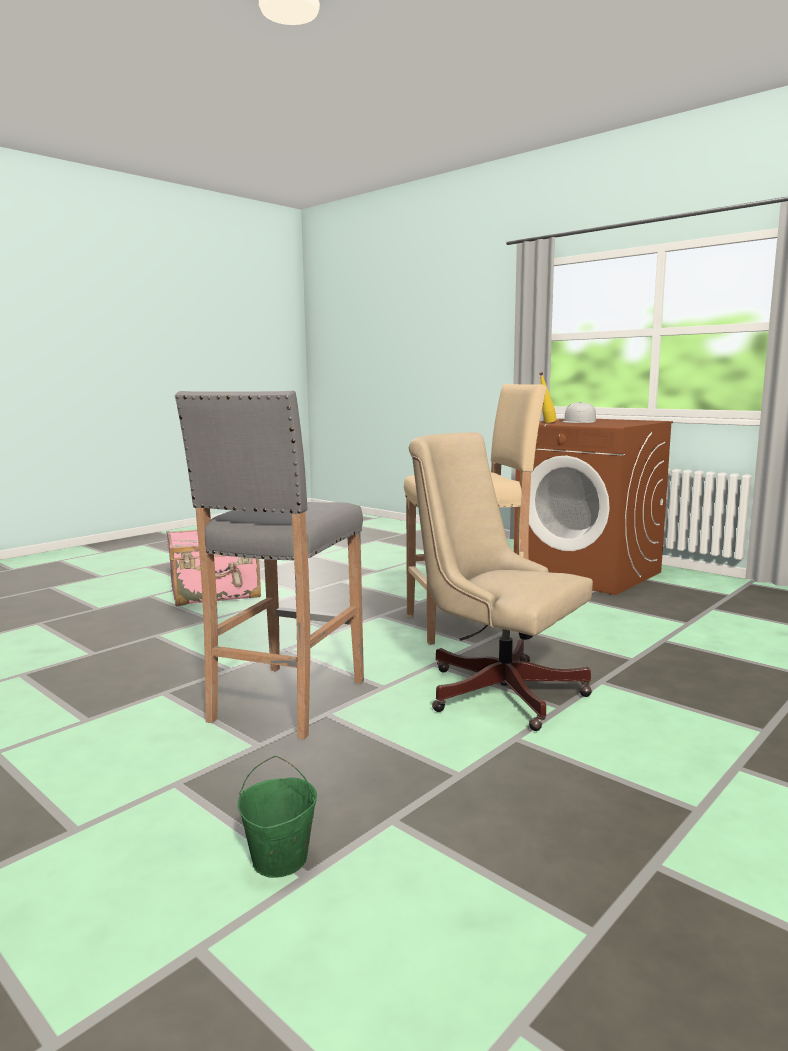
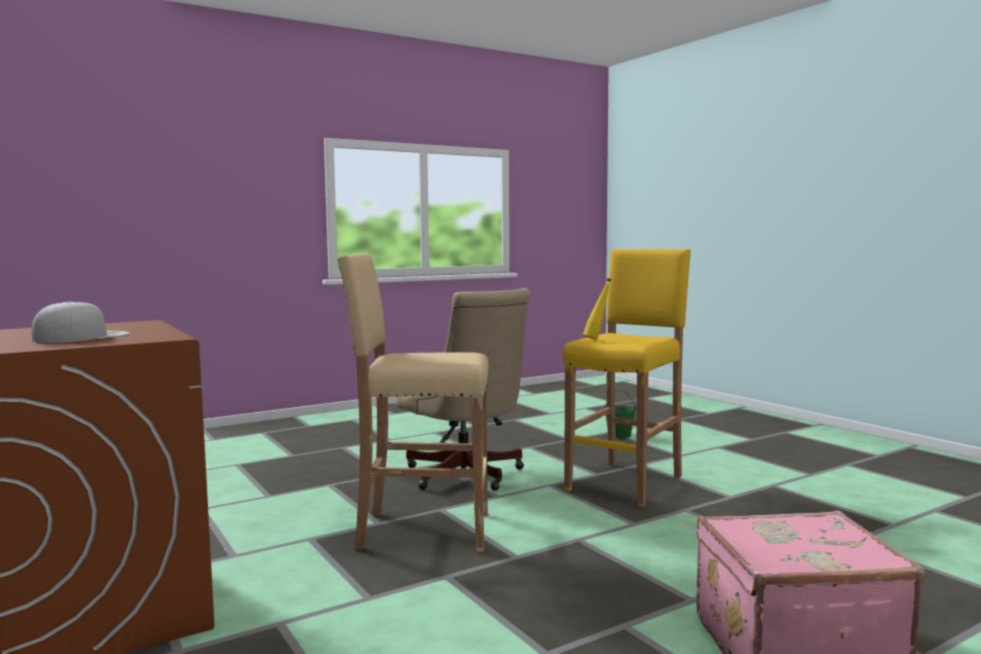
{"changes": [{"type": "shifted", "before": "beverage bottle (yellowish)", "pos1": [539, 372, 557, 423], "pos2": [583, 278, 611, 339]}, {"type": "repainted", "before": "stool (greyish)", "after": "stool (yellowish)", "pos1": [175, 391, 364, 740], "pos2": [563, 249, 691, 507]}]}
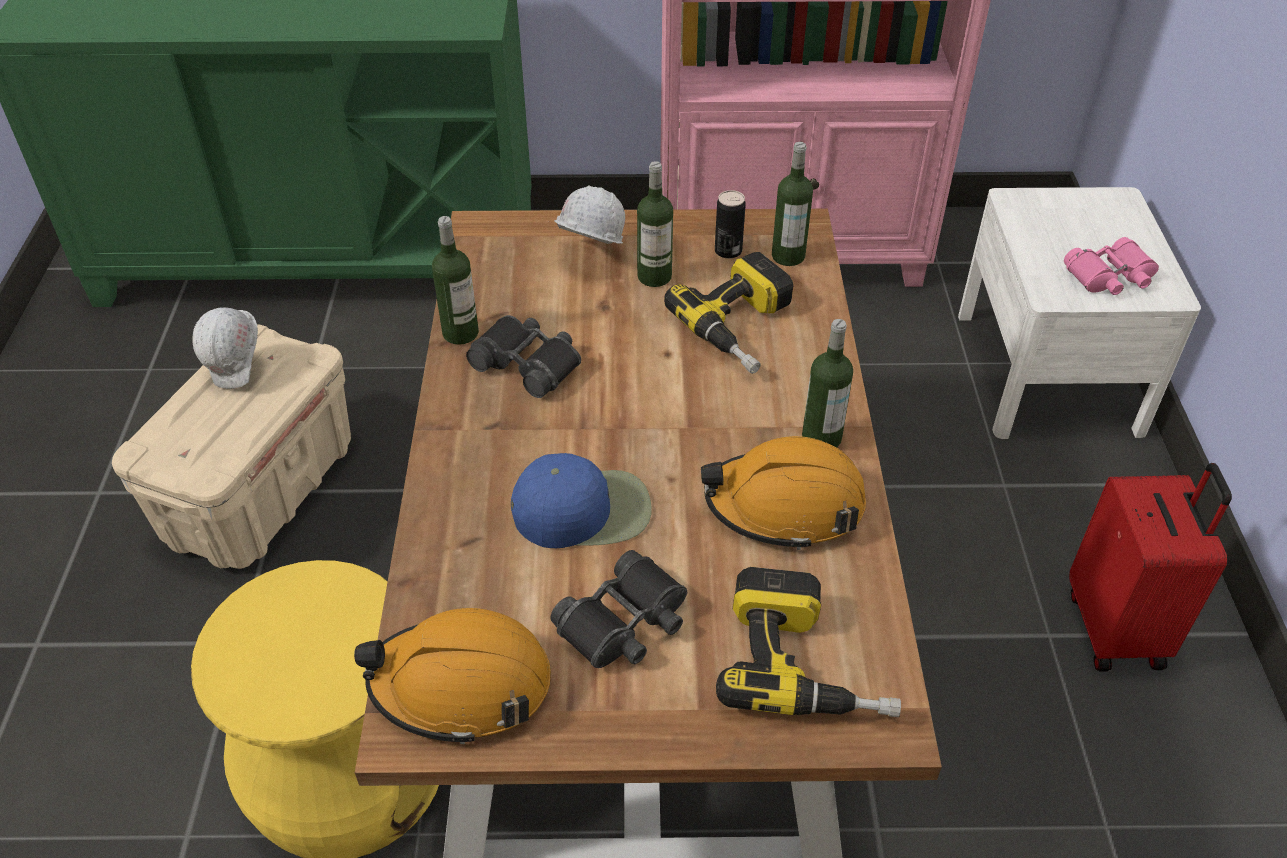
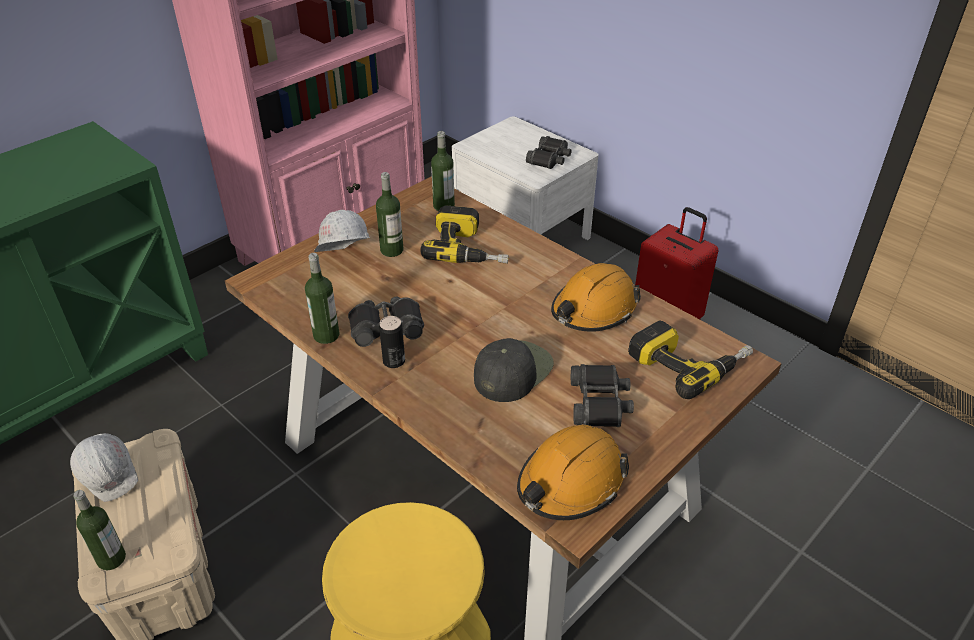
{"changes": [{"type": "shifted", "before": "can", "pos1": [715, 190, 746, 259], "pos2": [379, 316, 405, 368]}, {"type": "repainted", "before": "pair of binoculars (pink)", "after": "pair of binoculars (blackish)", "pos1": [1064, 237, 1159, 295], "pos2": [526, 136, 572, 169]}, {"type": "shifted", "before": "beverage bottle", "pos1": [802, 319, 853, 447], "pos2": [74, 490, 126, 570]}, {"type": "repainted", "before": "baseball cap (blue-coloured)", "after": "baseball cap (blackish)", "pos1": [511, 453, 652, 548], "pos2": [474, 338, 554, 402]}]}
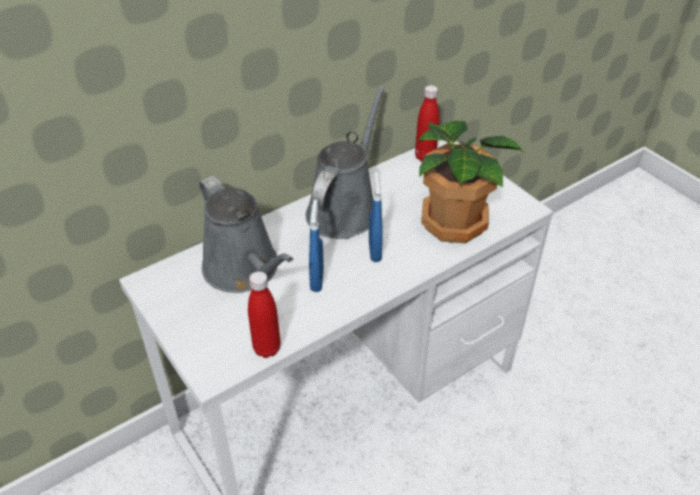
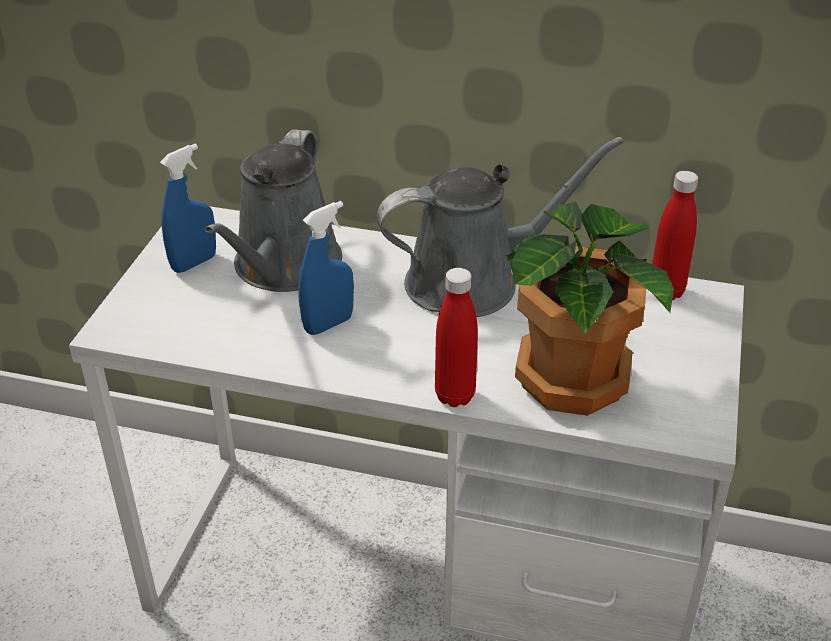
{"changes": [{"type": "shifted", "before": "sprayer (blue-coloured)", "pos1": [369, 172, 383, 262], "pos2": [160, 144, 216, 273]}, {"type": "shifted", "before": "beverage bottle (red-coloured)", "pos1": [248, 271, 281, 358], "pos2": [435, 268, 478, 407]}]}
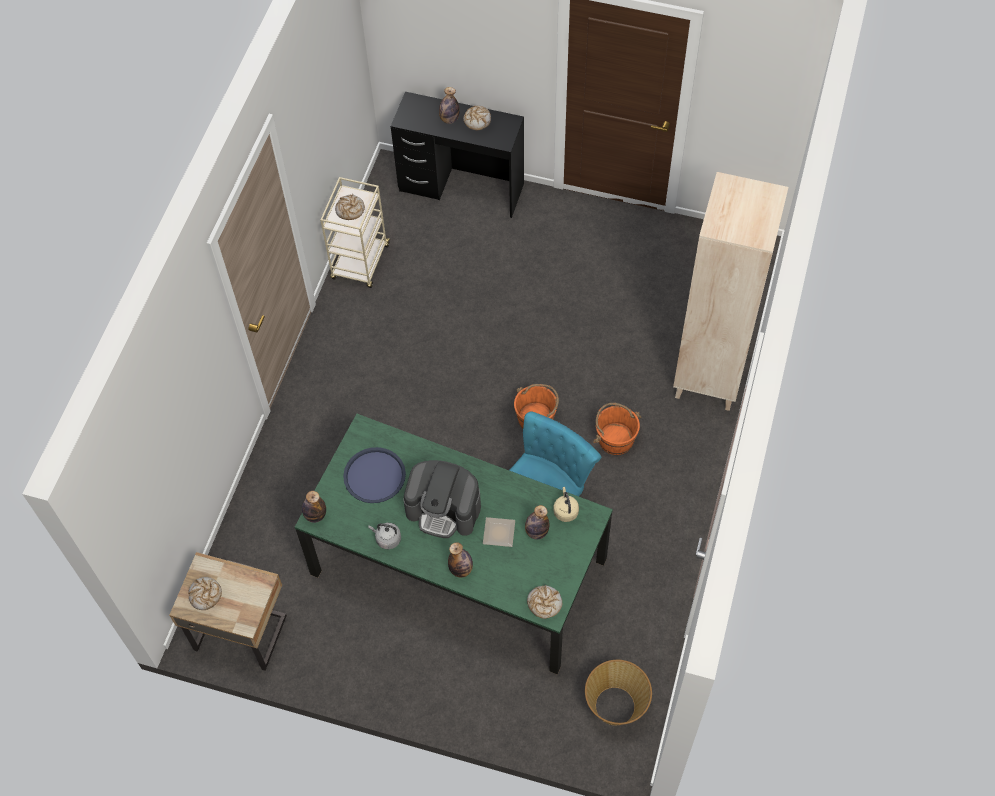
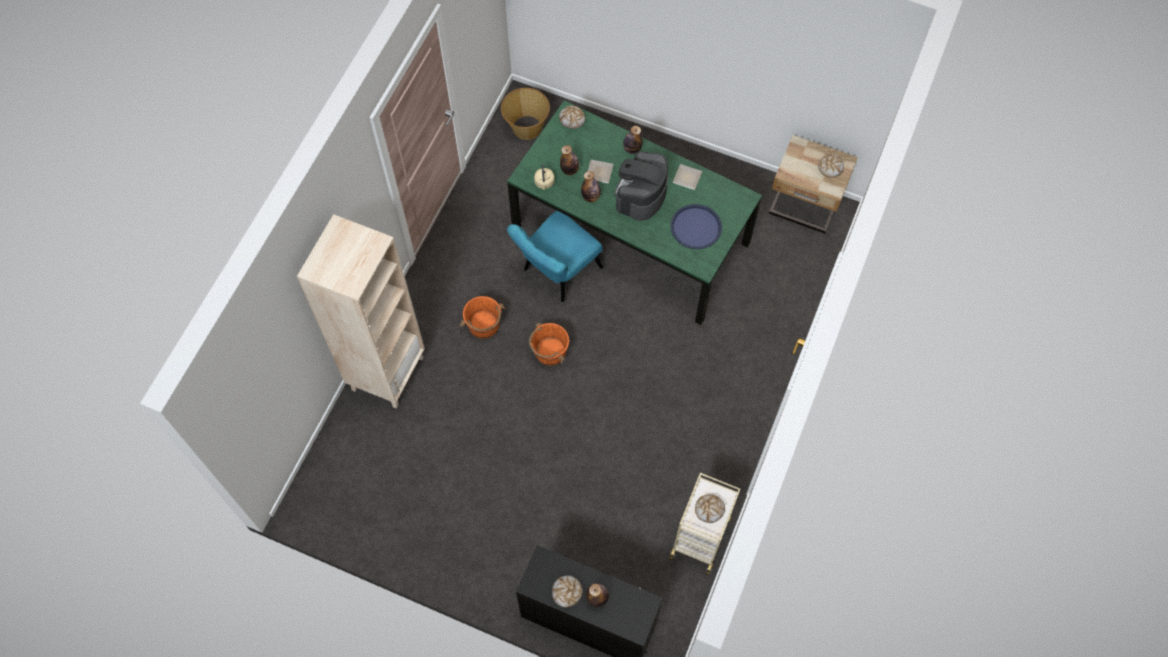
{"changes": [{"type": "rotated", "before": "coffee machine", "pos1": [403, 460, 481, 538], "pos2": [615, 151, 668, 221], "turn": -90}, {"type": "shifted", "before": "beverage bottle", "pos1": [302, 491, 326, 523], "pos2": [581, 171, 601, 202]}, {"type": "swapped", "before": "water kettle (greyish)", "after": "plate", "pos1": [369, 523, 401, 549], "pos2": [673, 164, 702, 190]}]}
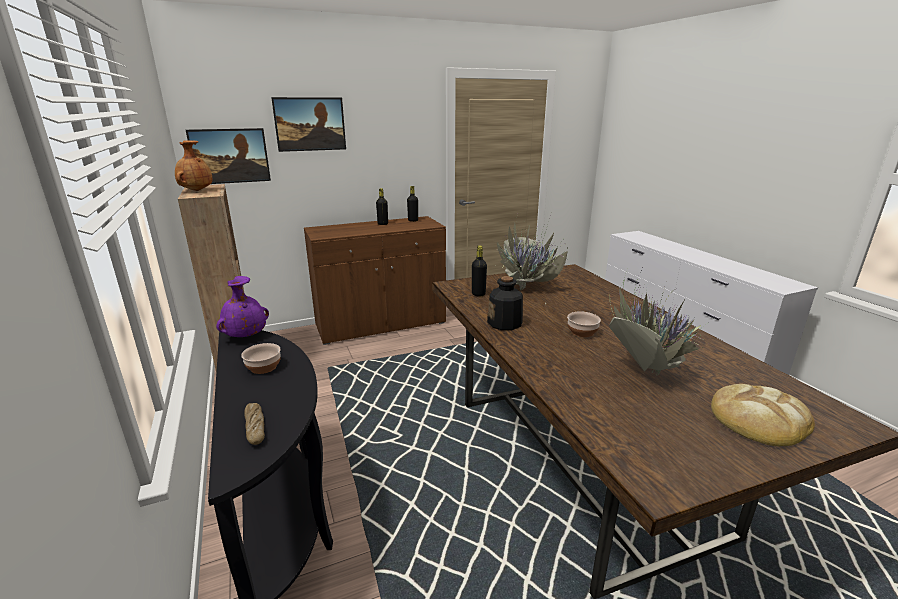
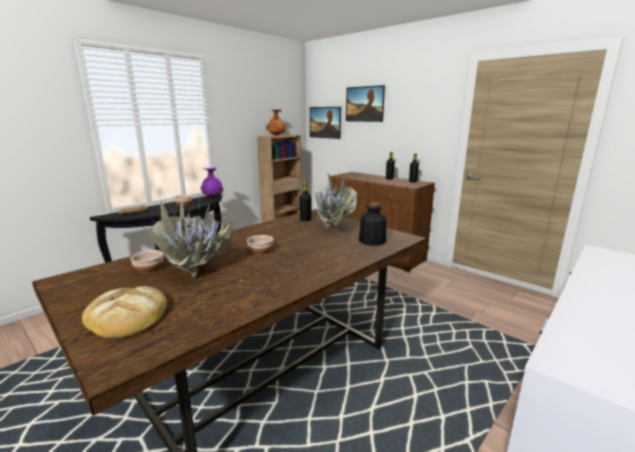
{"changes": [{"type": "shifted", "before": "beverage bottle", "pos1": [487, 276, 523, 330], "pos2": [359, 203, 386, 246]}, {"type": "new", "after": "serving bowl", "pos2": [130, 250, 163, 273]}]}
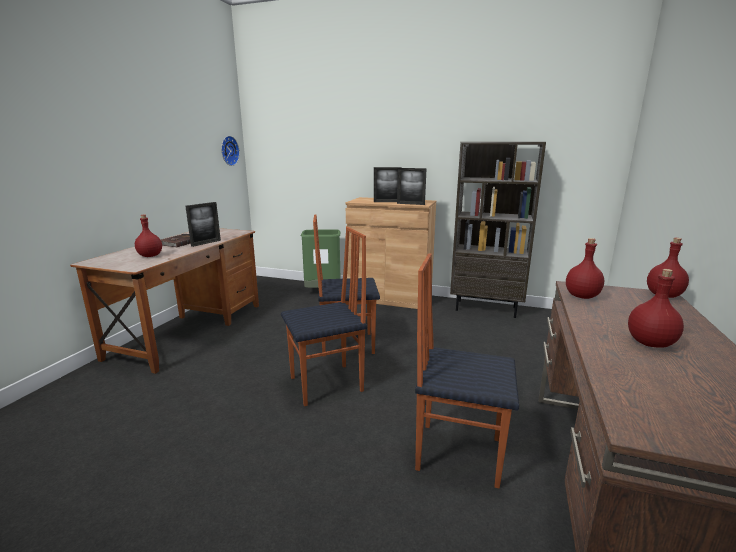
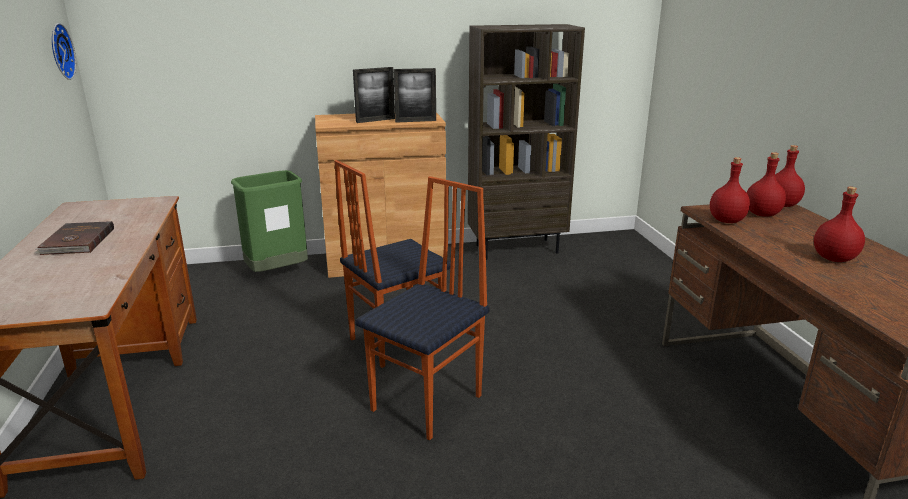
{"changes": [{"type": "gone", "before": "photo frame", "pos1": [185, 202, 221, 247]}, {"type": "shifted", "before": "beverage bottle (red-coloured)", "pos1": [135, 215, 162, 257], "pos2": [747, 152, 786, 217]}, {"type": "gone", "before": "upright chair", "pos1": [415, 253, 519, 488]}]}
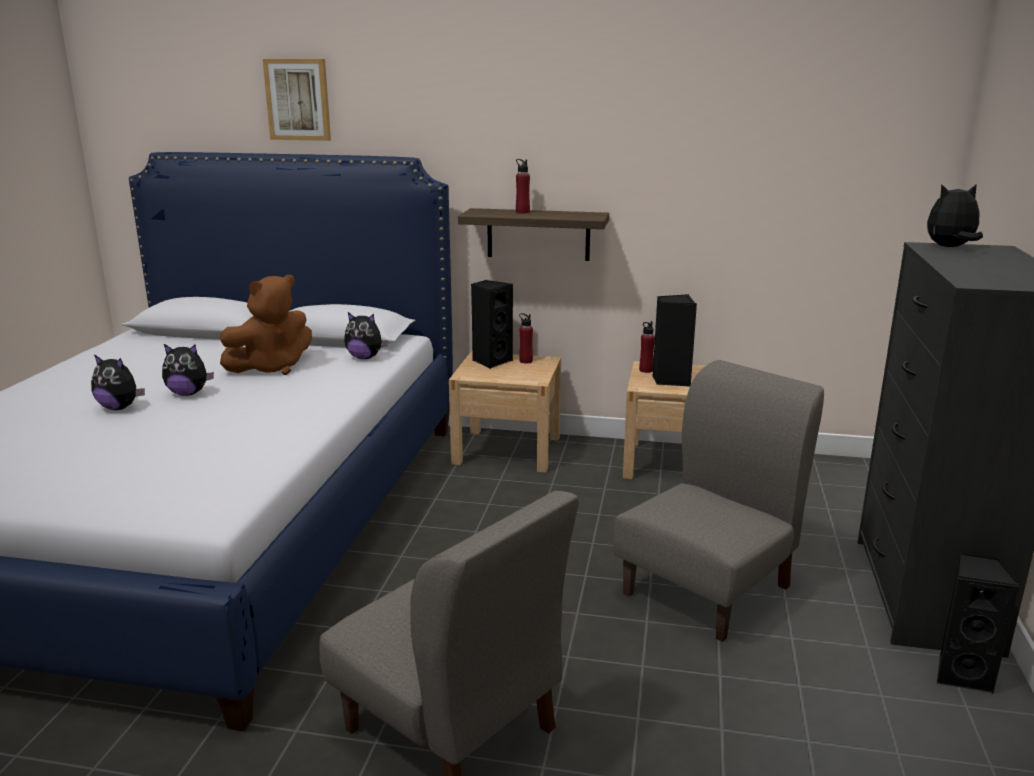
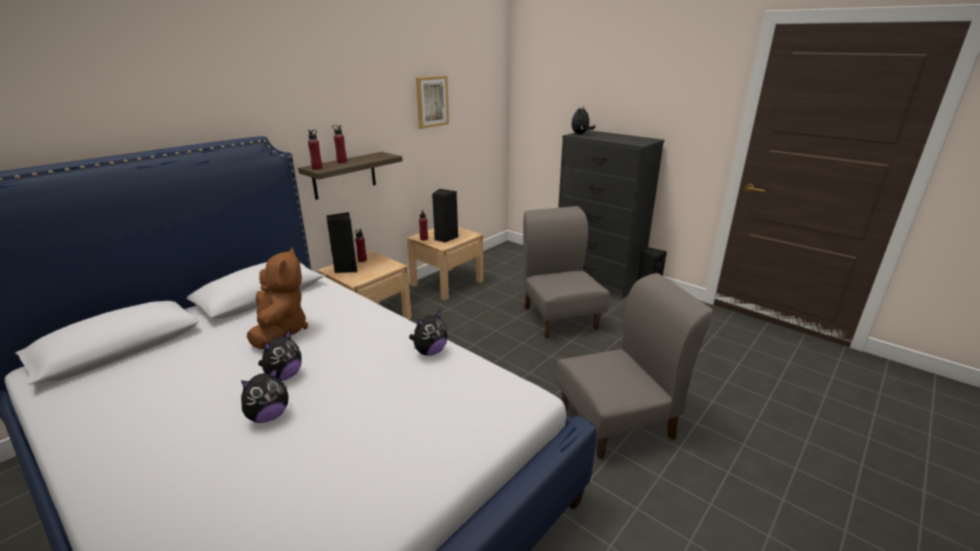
{"changes": [{"type": "shifted", "before": "picture", "pos1": [263, 59, 331, 141], "pos2": [416, 76, 449, 129]}, {"type": "shifted", "before": "soft toy", "pos1": [344, 312, 388, 359], "pos2": [409, 309, 447, 356]}, {"type": "new", "after": "beverage bottle (red-coloured)", "pos2": [308, 130, 323, 170]}]}
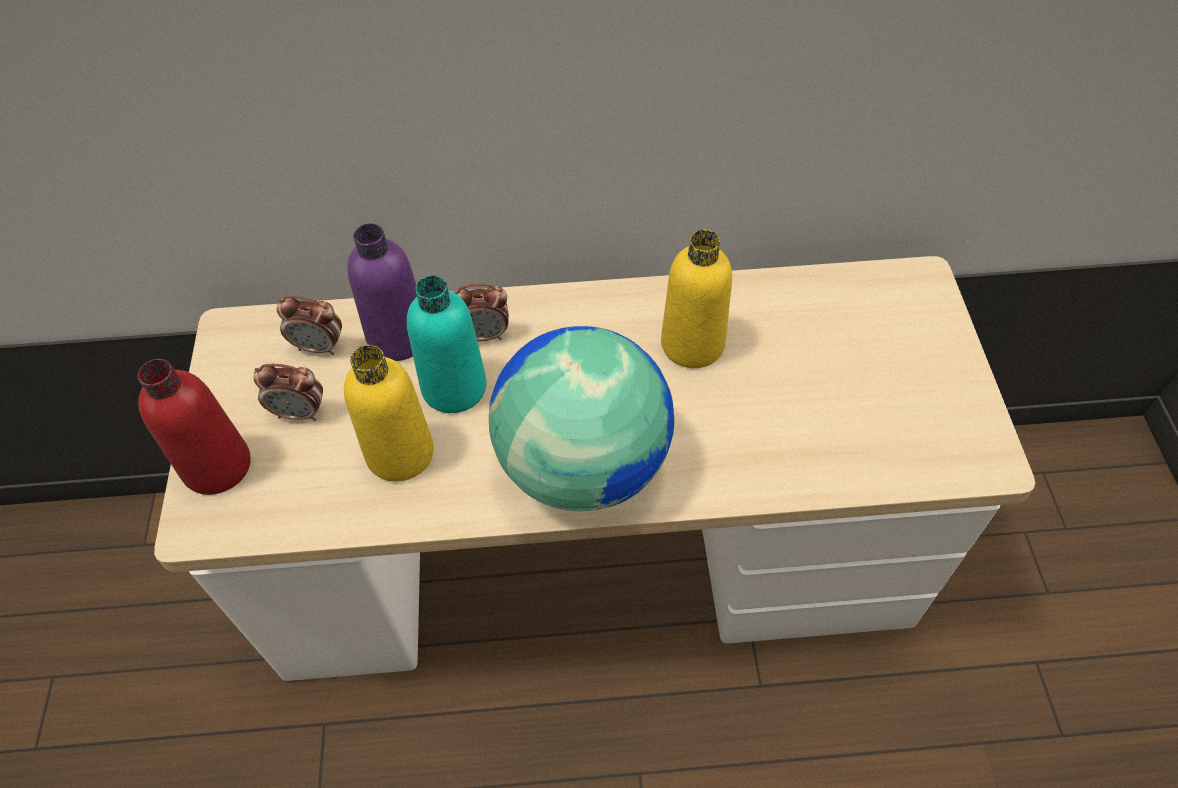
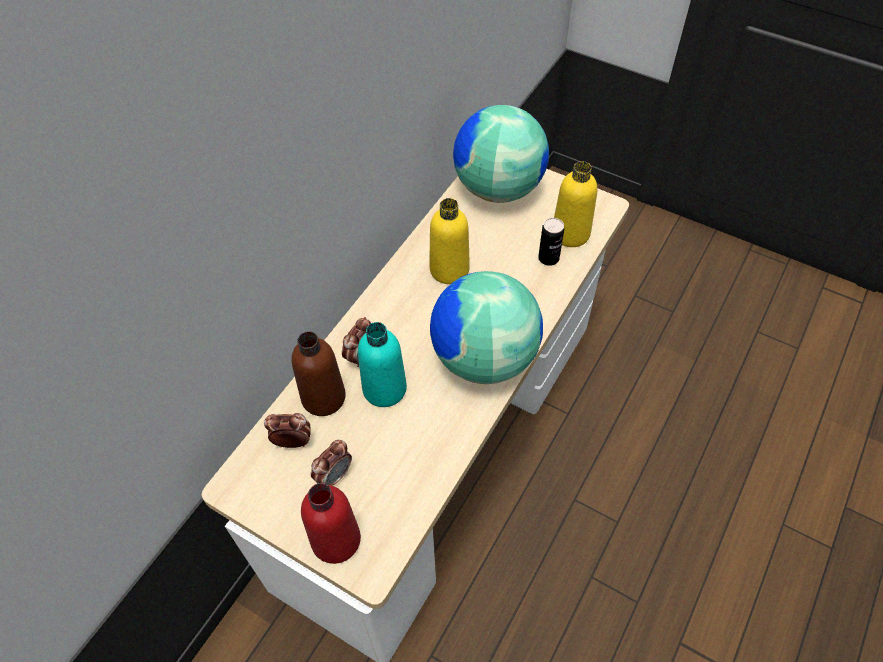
{"changes": [{"type": "repainted", "before": "beverage bottle (purplish)", "after": "beverage bottle (brown-coloured)", "pos1": [347, 223, 417, 361], "pos2": [292, 331, 346, 416]}, {"type": "rotated", "before": "table clock", "pos1": [276, 295, 342, 355], "pos2": [264, 413, 311, 448], "turn": -135}, {"type": "shifted", "before": "beverage bottle (yellowish)", "pos1": [344, 345, 434, 482], "pos2": [554, 161, 597, 247]}, {"type": "new", "after": "desk globe", "pos2": [453, 105, 549, 203]}, {"type": "new", "after": "can", "pos2": [538, 218, 564, 266]}]}
